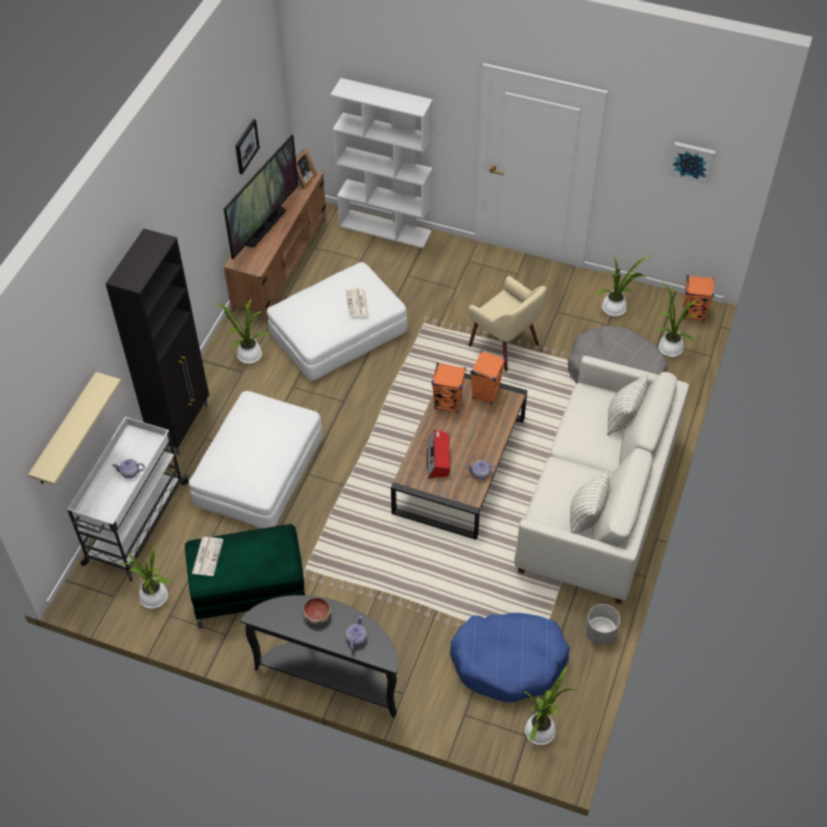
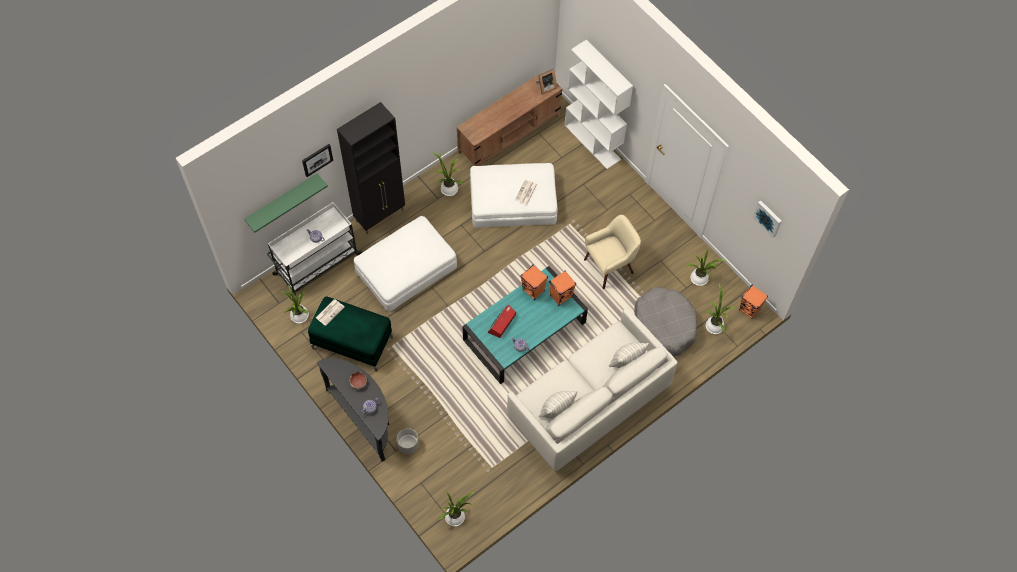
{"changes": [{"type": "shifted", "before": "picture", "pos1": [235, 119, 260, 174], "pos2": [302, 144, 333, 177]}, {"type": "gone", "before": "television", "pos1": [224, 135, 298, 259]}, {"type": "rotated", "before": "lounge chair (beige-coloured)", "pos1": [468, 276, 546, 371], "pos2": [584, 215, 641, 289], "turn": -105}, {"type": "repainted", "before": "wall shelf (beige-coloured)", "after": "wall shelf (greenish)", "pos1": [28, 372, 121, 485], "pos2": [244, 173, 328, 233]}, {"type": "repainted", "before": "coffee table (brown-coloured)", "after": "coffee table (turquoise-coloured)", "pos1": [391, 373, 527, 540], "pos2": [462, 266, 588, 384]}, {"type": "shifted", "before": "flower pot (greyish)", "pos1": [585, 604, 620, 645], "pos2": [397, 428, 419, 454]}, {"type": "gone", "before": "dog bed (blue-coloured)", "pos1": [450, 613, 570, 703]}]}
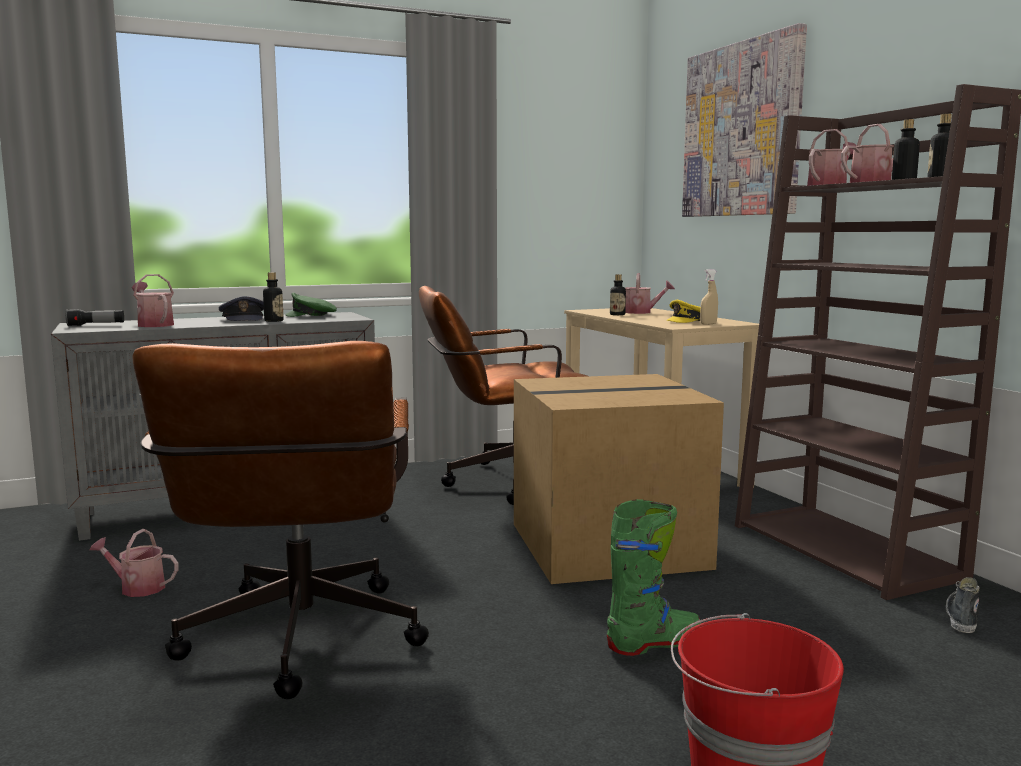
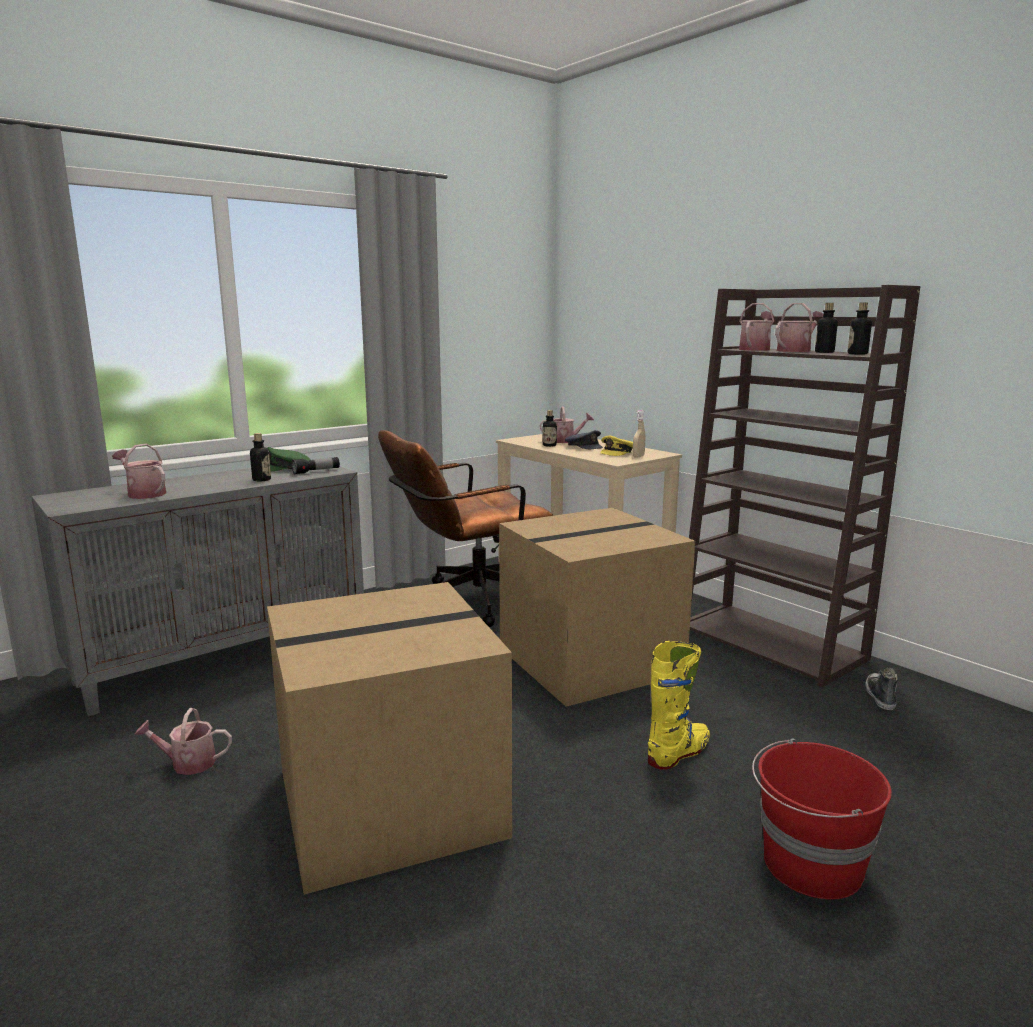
{"changes": [{"type": "gone", "before": "picture", "pos1": [682, 23, 807, 217]}, {"type": "shifted", "before": "baseball cap (greyish)", "pos1": [219, 296, 264, 321], "pos2": [565, 430, 603, 449]}, {"type": "shifted", "before": "torch", "pos1": [66, 309, 124, 326], "pos2": [292, 457, 340, 475]}, {"type": "swapped", "before": "computer chair (brown-coloured)", "after": "carton", "pos1": [133, 341, 429, 699], "pos2": [267, 582, 512, 895]}, {"type": "repainted", "before": "tall boot (greenish)", "after": "tall boot (yellowish)", "pos1": [607, 499, 701, 656], "pos2": [648, 641, 710, 770]}]}
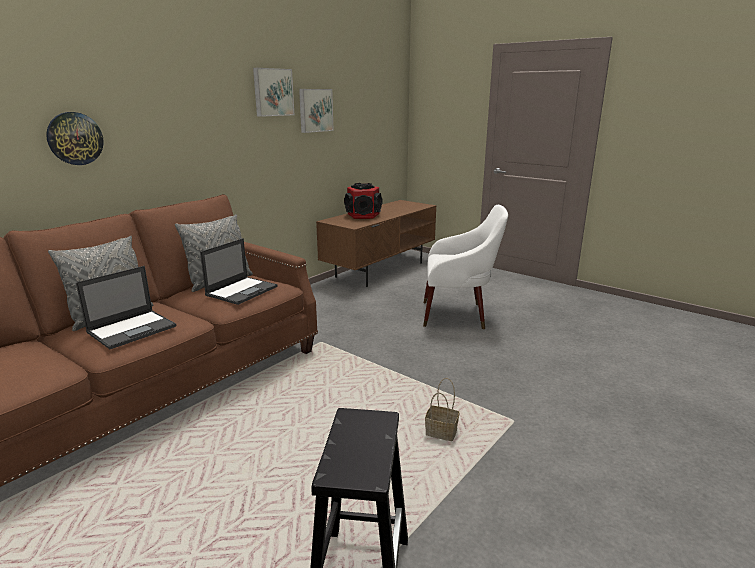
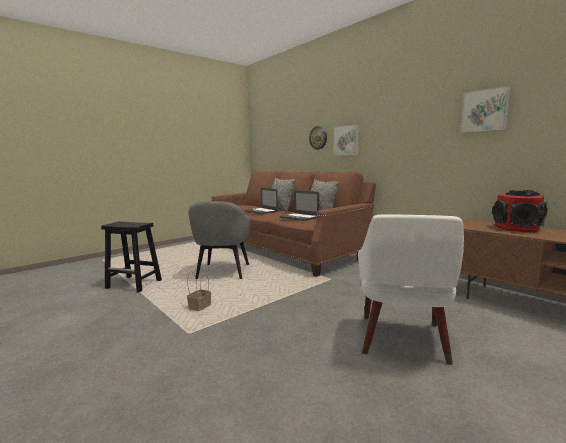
{"changes": [{"type": "shifted", "before": "picture", "pos1": [253, 68, 294, 117], "pos2": [333, 124, 359, 155]}, {"type": "new", "after": "lounge chair (greyish)", "pos2": [188, 201, 250, 279]}]}
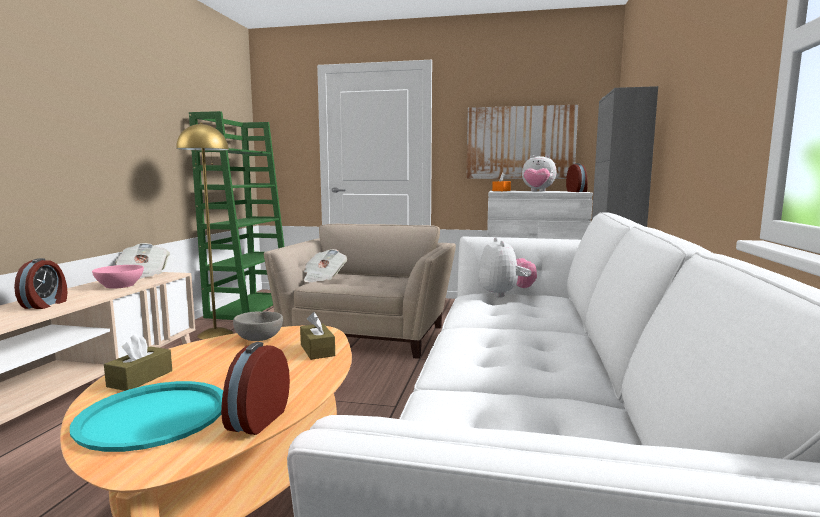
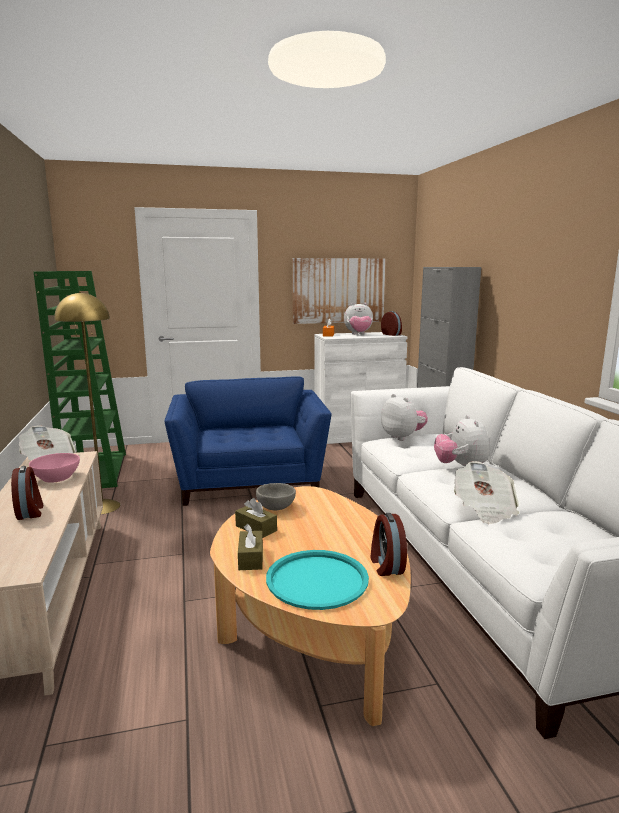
{"changes": [{"type": "repainted", "before": "lounge chair (beige-coloured)", "after": "lounge chair (blue-coloured)", "pos1": [264, 224, 456, 359], "pos2": [164, 376, 332, 506]}, {"type": "shifted", "before": "daily paper", "pos1": [303, 249, 347, 282], "pos2": [454, 461, 519, 524]}, {"type": "shifted", "before": "tissue holder (brown-coloured)", "pos1": [300, 312, 335, 360], "pos2": [235, 498, 277, 538]}, {"type": "new", "after": "soft toy", "pos2": [434, 415, 489, 466]}]}
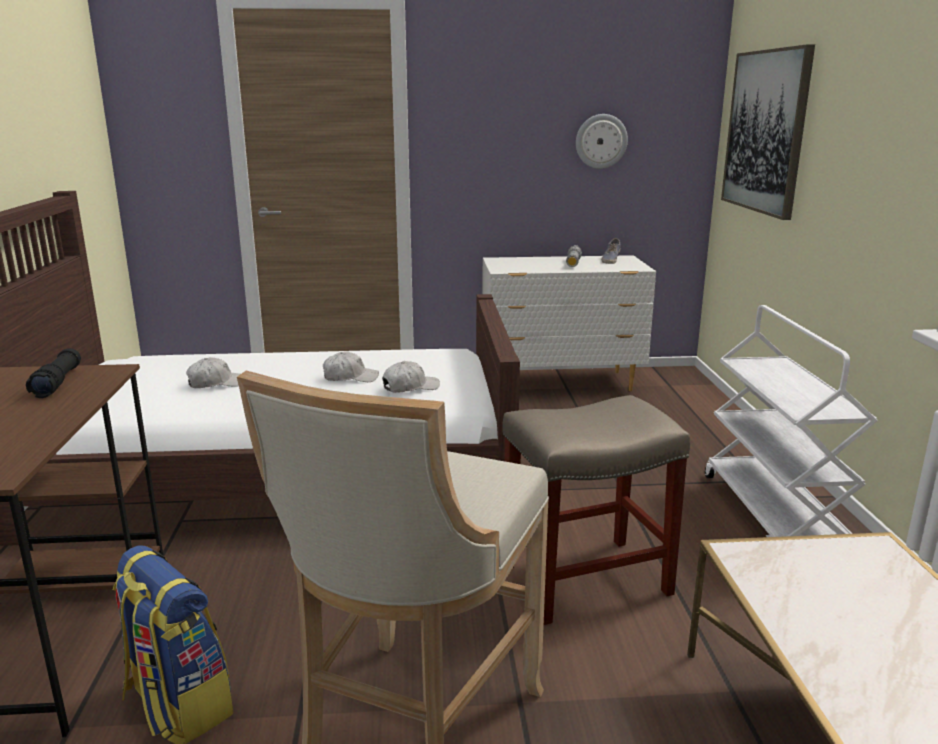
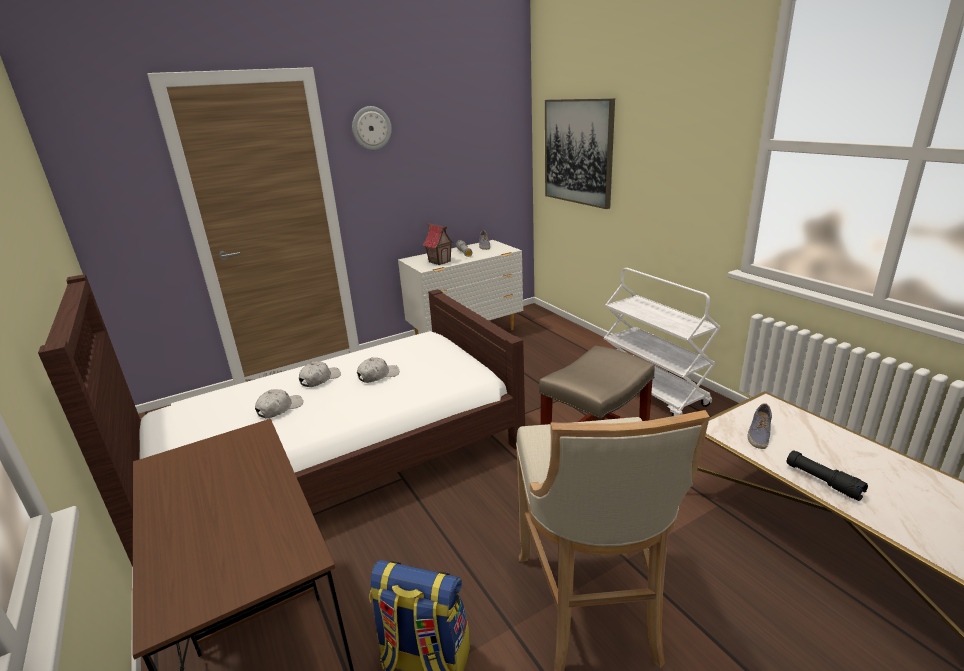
{"changes": [{"type": "shifted", "before": "clock on the wall", "pos1": [576, 114, 628, 169], "pos2": [352, 106, 392, 150]}, {"type": "shifted", "before": "torch (blackish)", "pos1": [26, 348, 81, 398], "pos2": [787, 450, 868, 501]}, {"type": "shifted", "before": "baseball cap (white-coloured)", "pos1": [382, 361, 440, 393], "pos2": [299, 361, 341, 387]}, {"type": "new", "after": "miniature house", "pos2": [422, 222, 454, 265]}, {"type": "new", "after": "item of footwear", "pos2": [747, 403, 772, 449]}]}
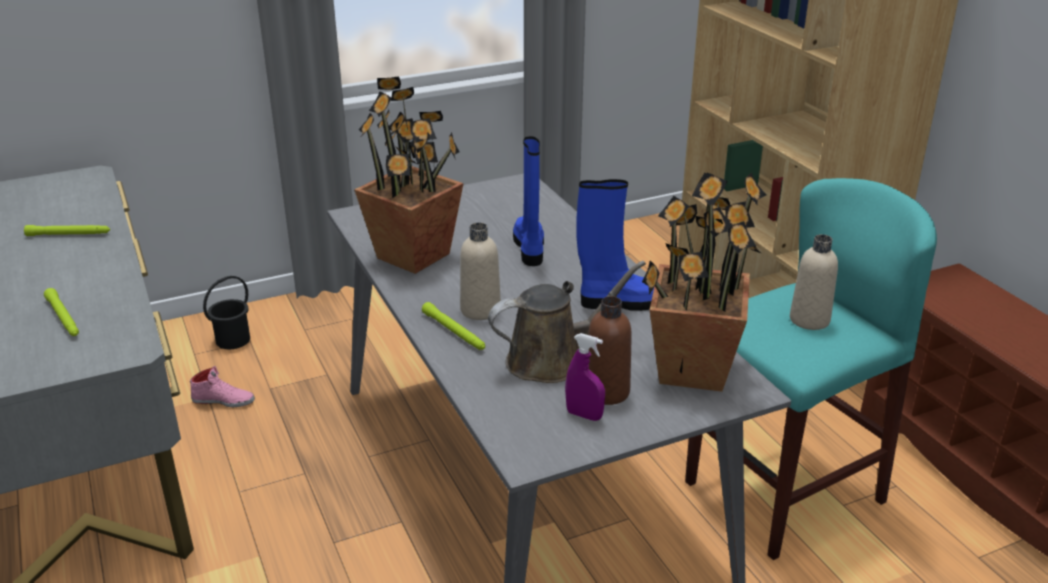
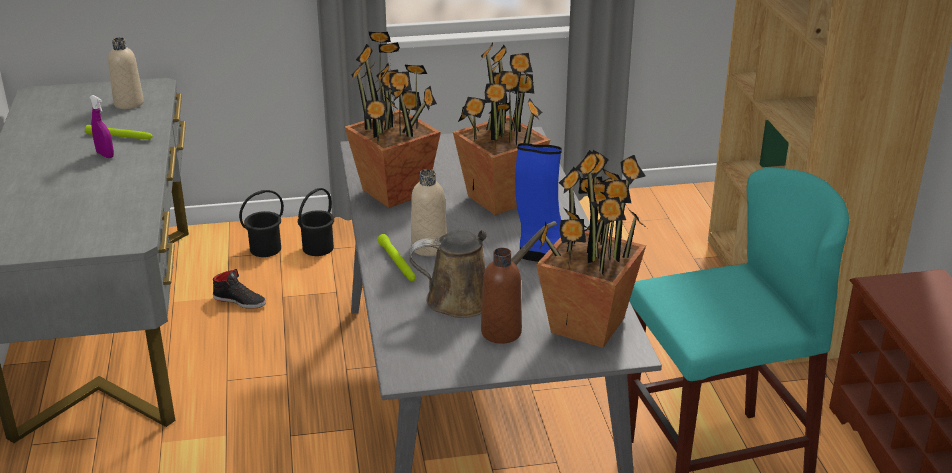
{"changes": [{"type": "swapped", "before": "tall boot (blue-coloured)", "after": "plant in a pot", "pos1": [513, 136, 544, 266], "pos2": [453, 42, 550, 215]}, {"type": "shifted", "before": "beverage bottle (beige-coloured)", "pos1": [790, 234, 838, 330], "pos2": [108, 37, 144, 109]}, {"type": "gone", "before": "torch (greenish)", "pos1": [44, 288, 79, 336]}, {"type": "shifted", "before": "sprayer (purplish)", "pos1": [565, 333, 605, 421], "pos2": [89, 95, 114, 158]}, {"type": "repainted", "before": "item of footwear (pink)", "after": "item of footwear (blackish)", "pos1": [190, 366, 255, 407], "pos2": [213, 269, 266, 309]}, {"type": "new", "after": "bucket (blackish)", "pos2": [298, 188, 334, 256]}]}
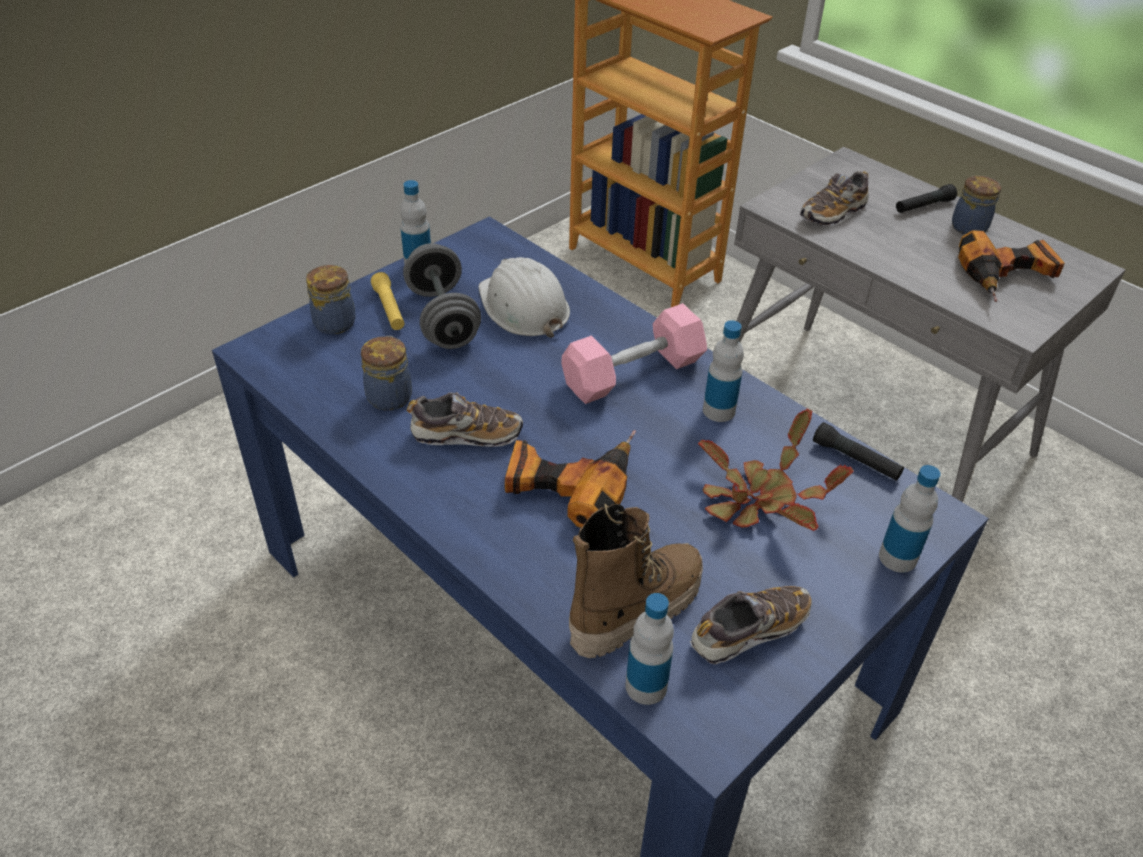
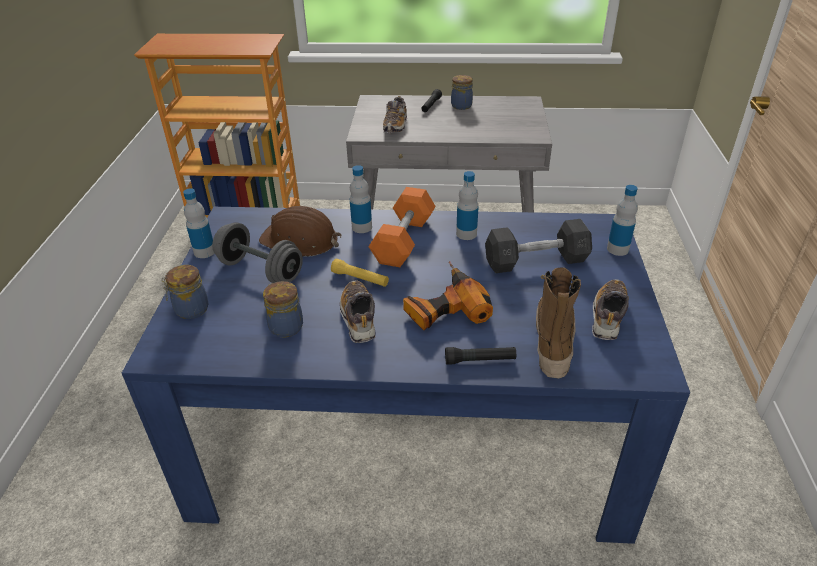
{"changes": [{"type": "gone", "before": "electric drill", "pos1": [958, 230, 1065, 302]}, {"type": "repainted", "before": "work helmet (white-coloured)", "after": "work helmet (brown-coloured)", "pos1": [478, 257, 570, 338], "pos2": [259, 206, 341, 257]}, {"type": "shifted", "before": "torch (yellowish)", "pos1": [371, 272, 405, 330], "pos2": [331, 258, 389, 287]}, {"type": "repainted", "before": "dumbbell (pink)", "after": "dumbbell (orangey)", "pos1": [561, 303, 707, 404], "pos2": [369, 187, 435, 267]}, {"type": "rotated", "before": "item of footwear", "pos1": [407, 392, 523, 447], "pos2": [340, 281, 376, 343], "turn": -60}, {"type": "swapped", "before": "plant in a pot", "after": "dumbbell (greyish)", "pos1": [698, 409, 854, 531], "pos2": [485, 219, 592, 273]}, {"type": "shifted", "before": "torch (blackish)", "pos1": [813, 422, 904, 481], "pos2": [445, 347, 516, 365]}, {"type": "shifted", "before": "beverage bottle", "pos1": [625, 593, 674, 705], "pos2": [350, 165, 372, 233]}]}
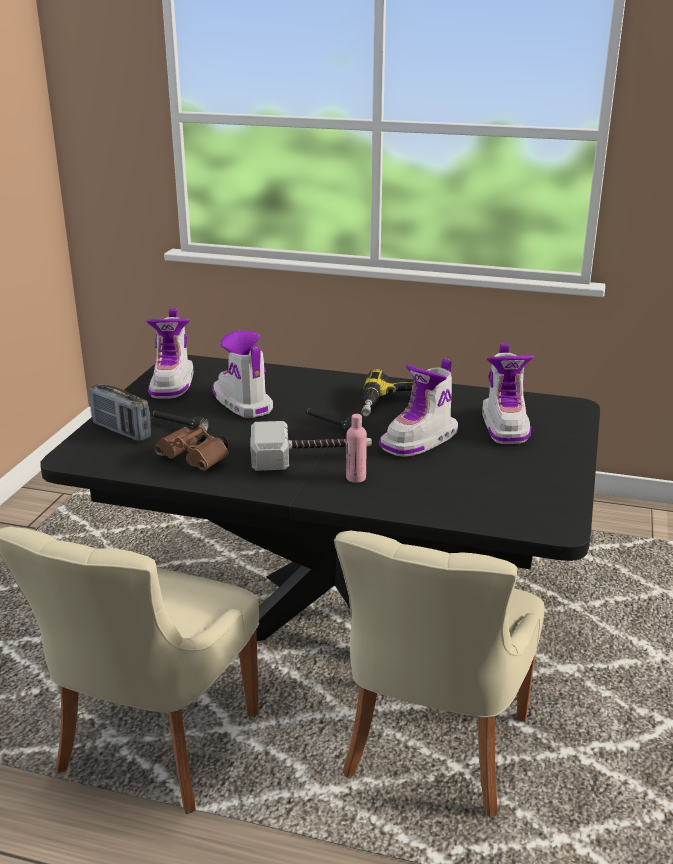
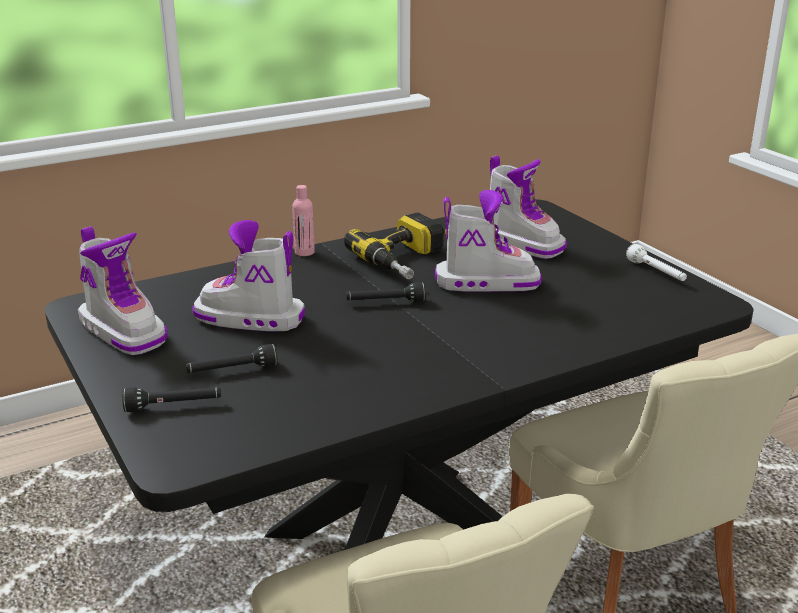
{"changes": [{"type": "rotated", "before": "tall boot", "pos1": [379, 358, 458, 457], "pos2": [435, 190, 542, 292], "turn": -90}, {"type": "swapped", "before": "radio", "after": "torch (blackish)", "pos1": [89, 384, 151, 441], "pos2": [122, 387, 221, 412]}, {"type": "shifted", "before": "beverage bottle (pink)", "pos1": [346, 414, 367, 483], "pos2": [292, 185, 315, 256]}, {"type": "gone", "before": "hand hammer", "pos1": [250, 421, 372, 471]}, {"type": "gone", "before": "pair of binoculars (brown-coloured)", "pos1": [154, 425, 229, 471]}, {"type": "new", "after": "torch (white-coloured)", "pos2": [626, 244, 687, 281]}]}
